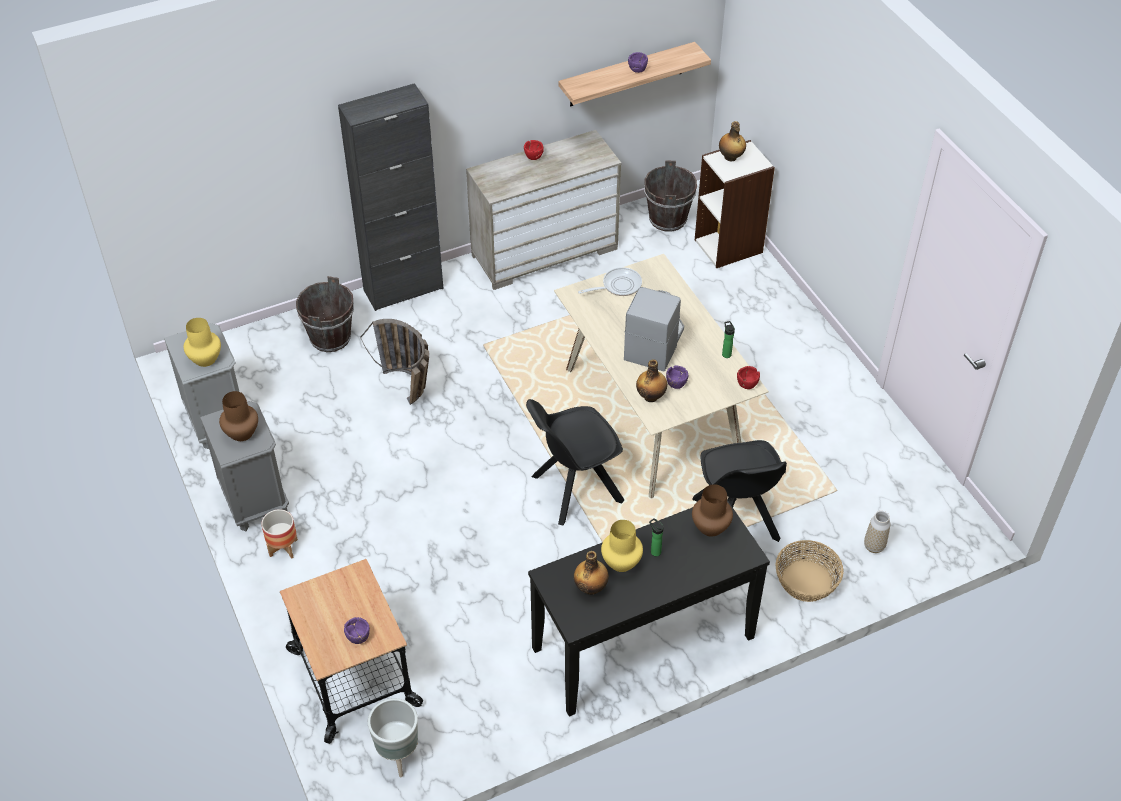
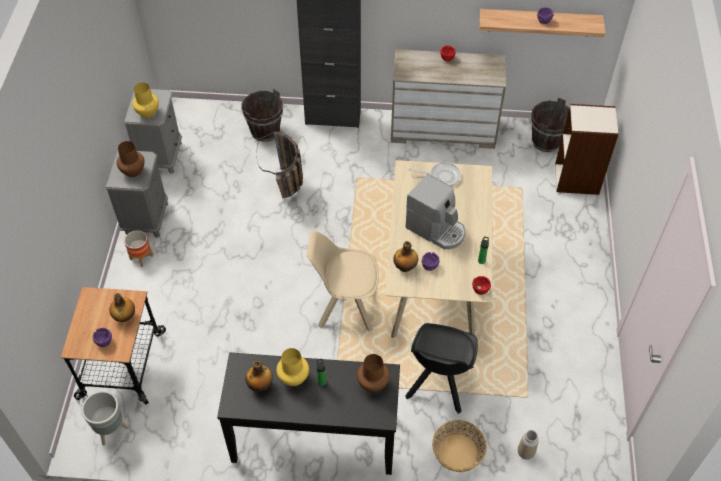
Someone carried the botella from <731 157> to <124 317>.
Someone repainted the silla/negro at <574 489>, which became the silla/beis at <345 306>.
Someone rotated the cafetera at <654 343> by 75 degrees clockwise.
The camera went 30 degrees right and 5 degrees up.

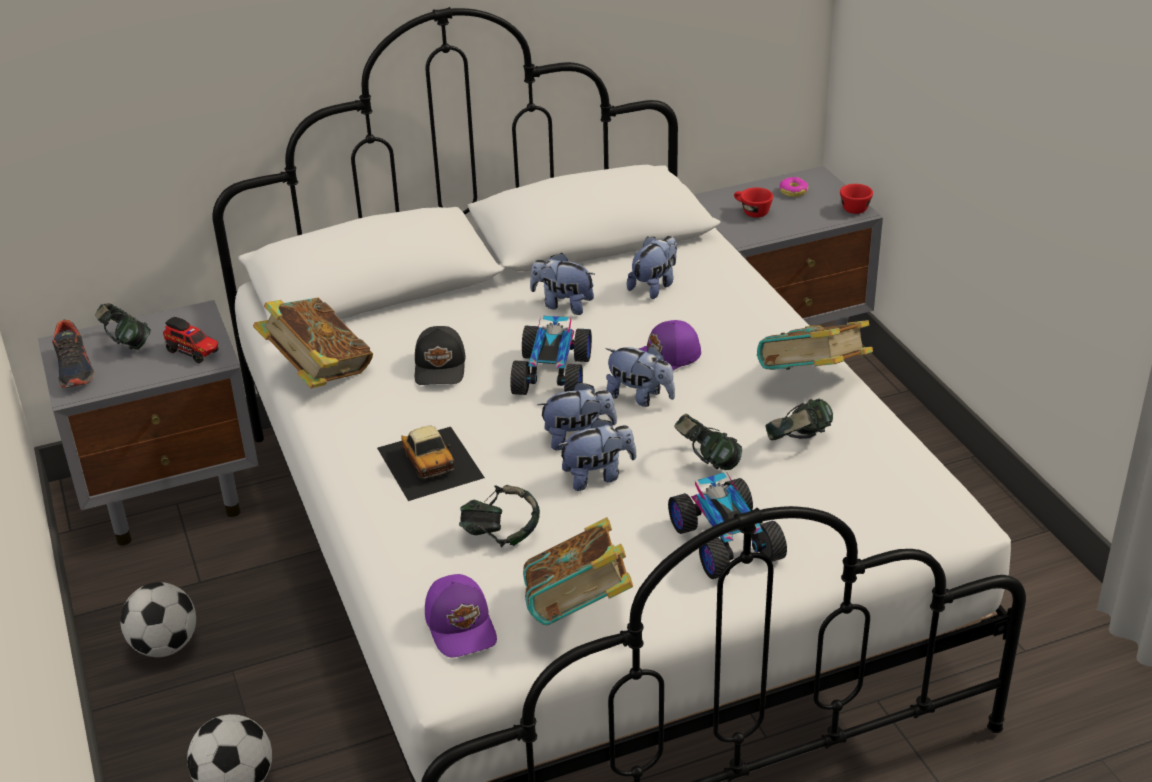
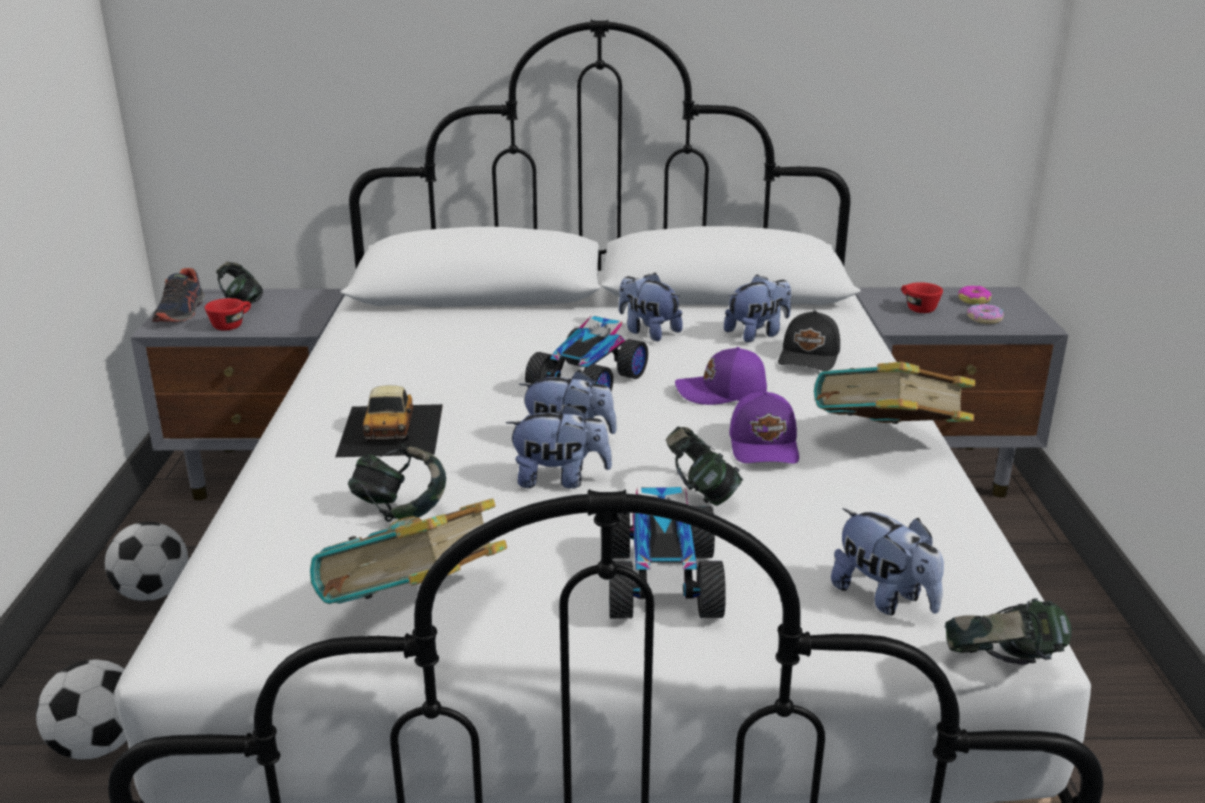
Someone carried the taza/rojo from <854 207> to <232 325>.
Someone carried the gorra/morado from <462 626> to <765 445>.
Someone carried the gorra/negro from <441 367> to <810 357>.
Someone carried the peluche from <640 397> to <884 598>.
Someone carried the auriculares from <798 442> to <1001 666>.
Someone put down the rosquilla at <984 319>.
Someone took away the camión de juguete at <194 352>.
Someone took away the libro at <318 373>.
The camera went 20 degrees right and 10 degrees down.

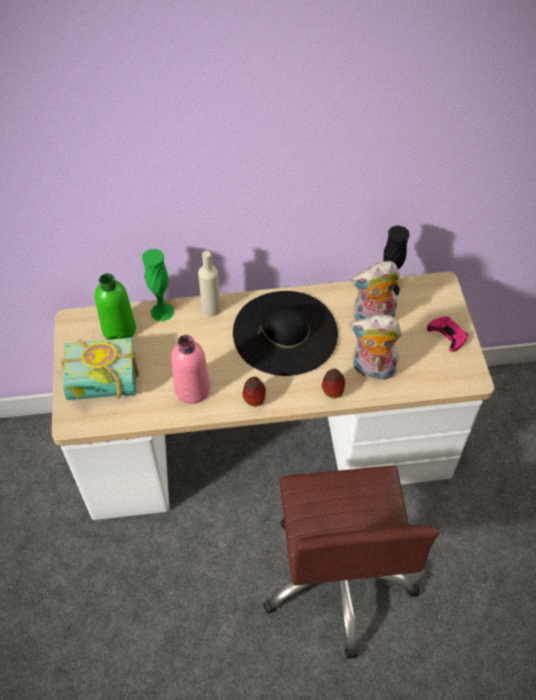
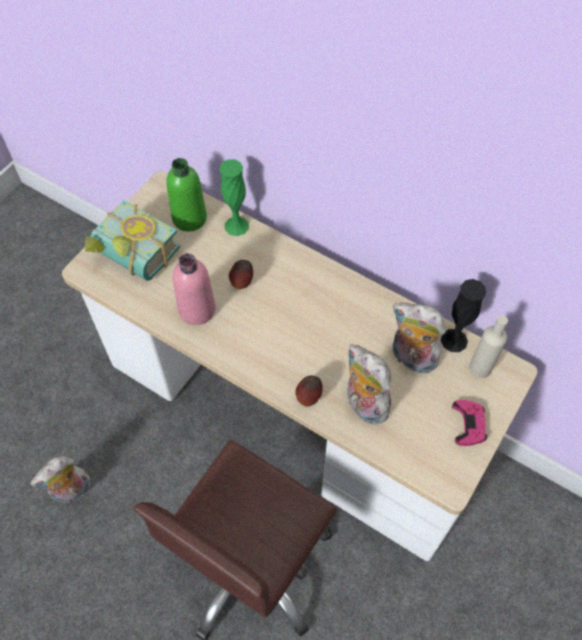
Someone put down the peluche at <71 491>.
Someone carried the manzana from <254 399> to <242 282>.
Someone carried the botella/beis from <211 309> to <480 368>.
Someone took away the sombrero/negro at <285 332>.
The camera went 40 degrees right and 5 degrees up.

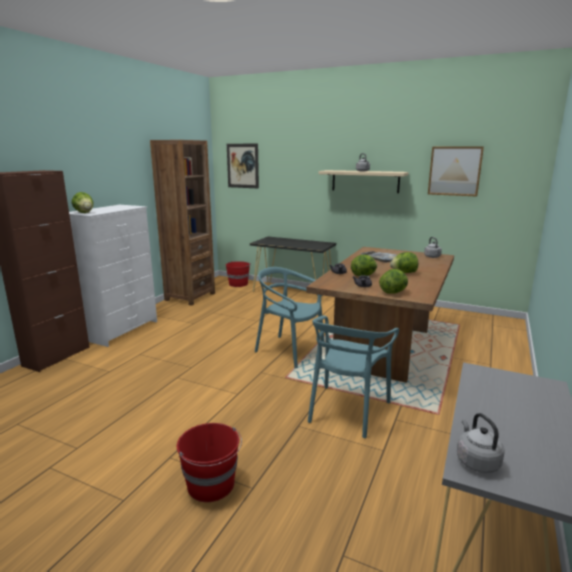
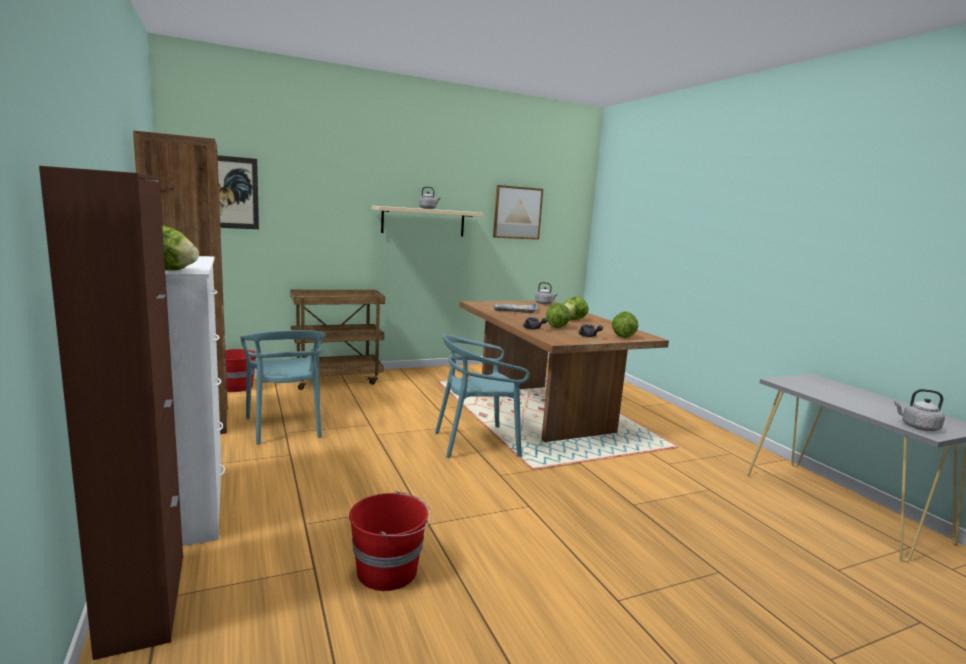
Someone carried the silla/turquesa from <347 410> to <286 426>.
Someone swapped the mesa consola/negro at <293 292> for the carrito/marrón at <337 380>.
Someone carried the cubo/rojo from <211 484> to <388 571>.
The camera went 50 degrees left and 5 degrees down.

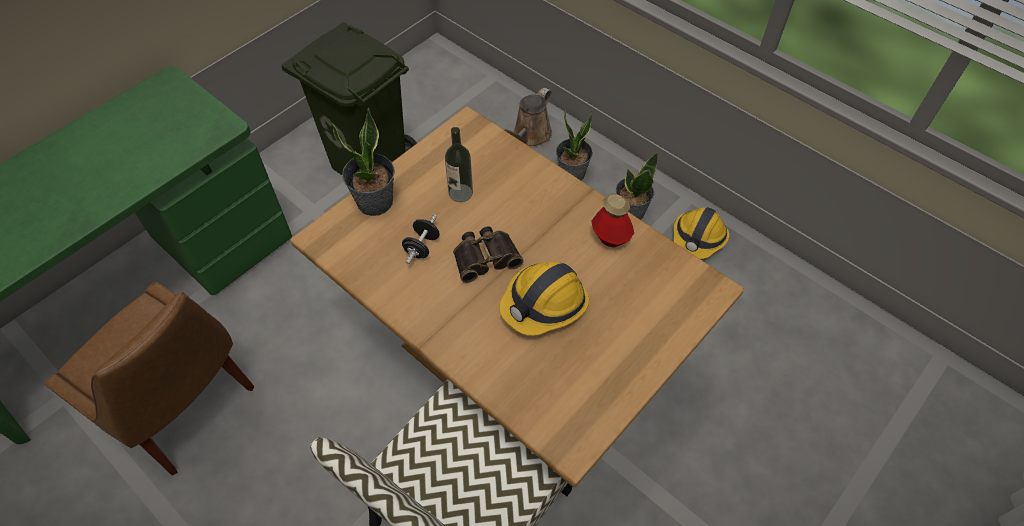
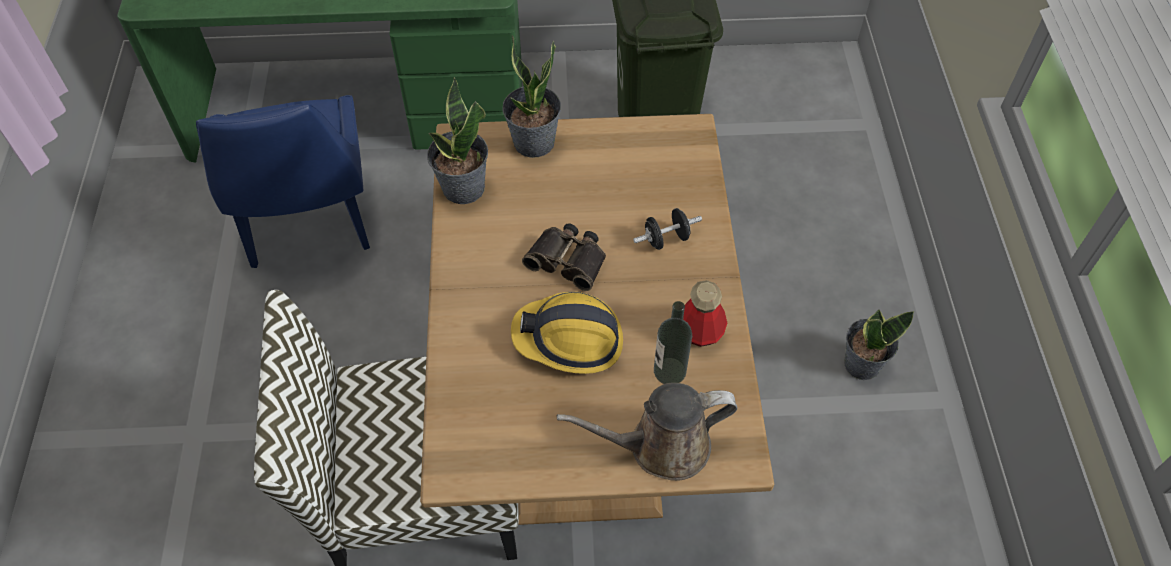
Someone repainted the silla/marrón at <185 408>, which became the silla/azul at <308 223>.
Someone carried the planta en maceta from <572 174> to <463 188>.
Someone carried the regadera/marrón from <530 136> to <661 446>.
Someone carried the mancuerna/negro from <422 247> to <666 239>.
Someone carried the botella from <460 193> to <669 371>.
Someone took away the casco at <698 238>.
The camera went 45 degrees right and 0 degrees up.

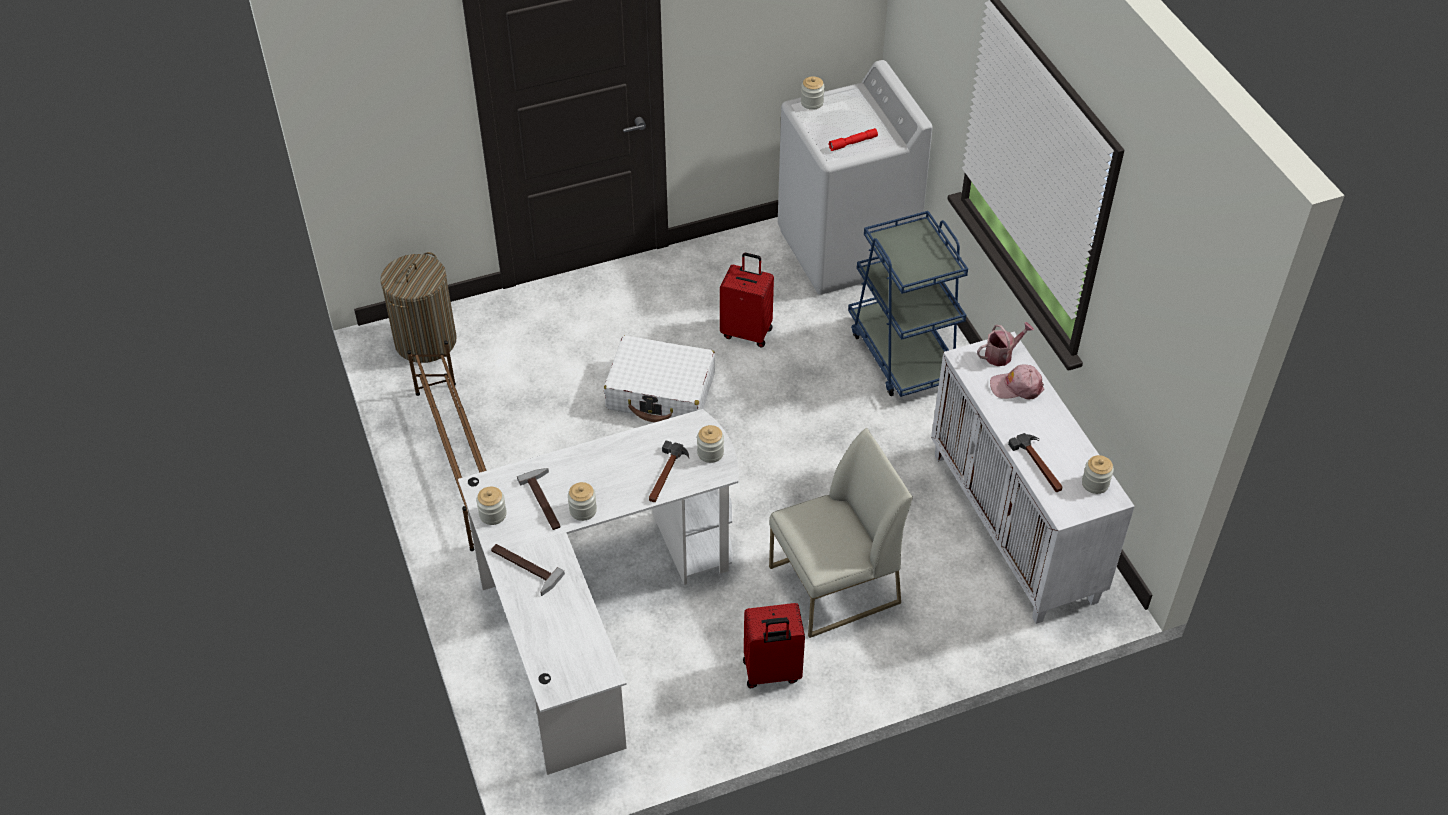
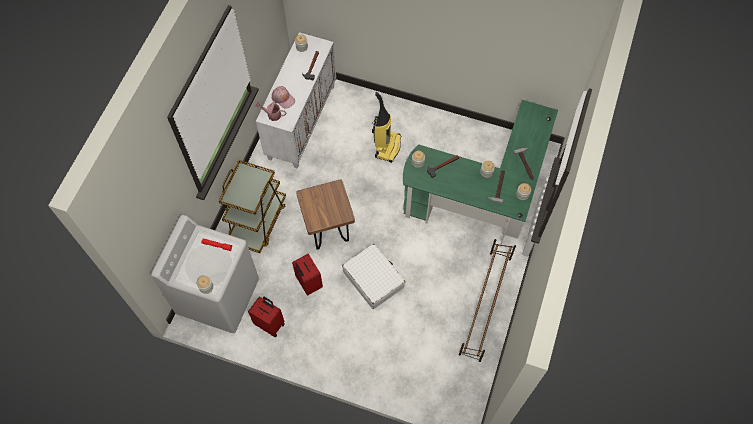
Someone repainted the carrito/azul at <903 354>, which became the carrito/marrón at <257 221>.
Someone carried the maleta/rojo from <771 673> to <270 323>.
Someone put down the taburete/marrón at <328 232>.
Someone swapped the silla/blanco at <834 586> for the aspiradora at <387 146>.
Someone repainted the escritorio/blanco at <594 611>, which became the escritorio/verde at <482 198>.
Someone took away the cesto de la ropa at <425 341>.
The camera went 140 degrees left and 15 degrees up.

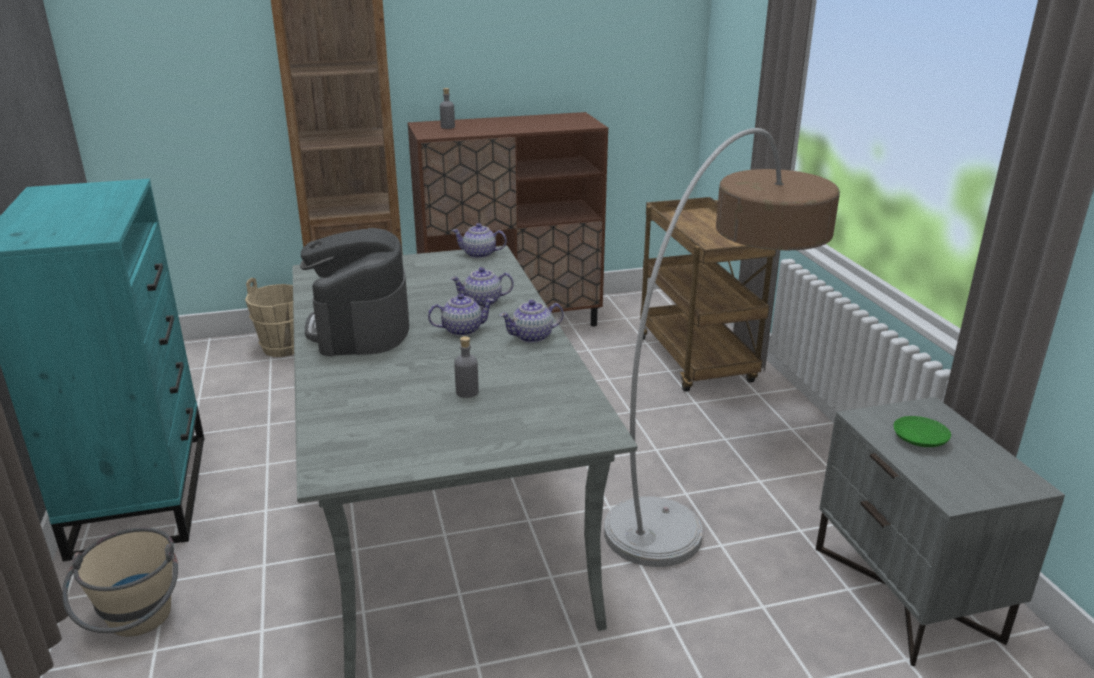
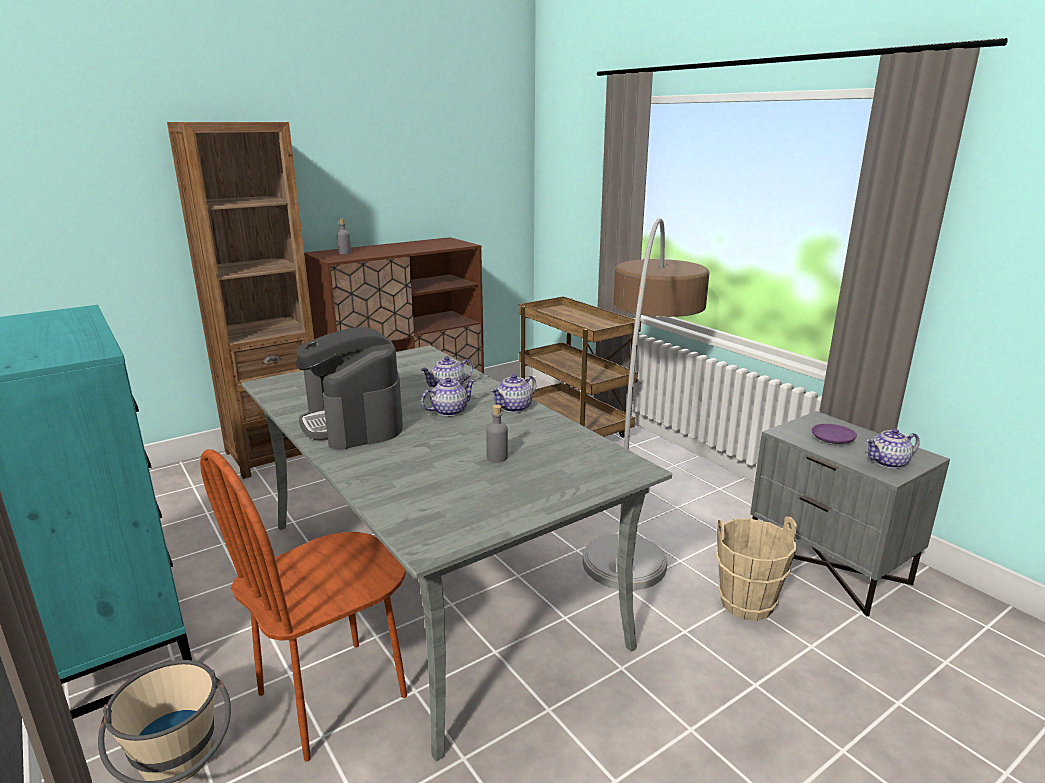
Someone put down the silla/marrón at <333 695>.
Someone carried the cubo/beis from <282 348> to <747 604>.
Someone repainted the plato/verde at <919 439>, which became the plato/morado at <831 440>.
Someone carried the tetera from <480 254> to <889 463>.
The camera went 20 degrees left and 5 degrees down.

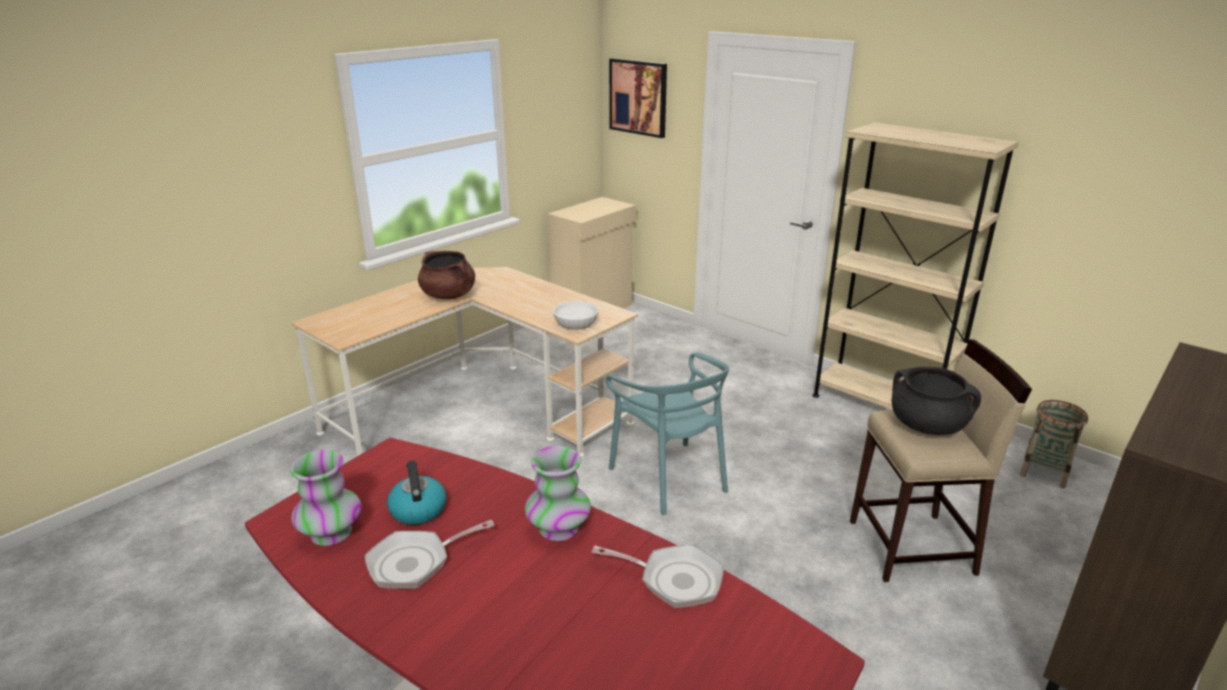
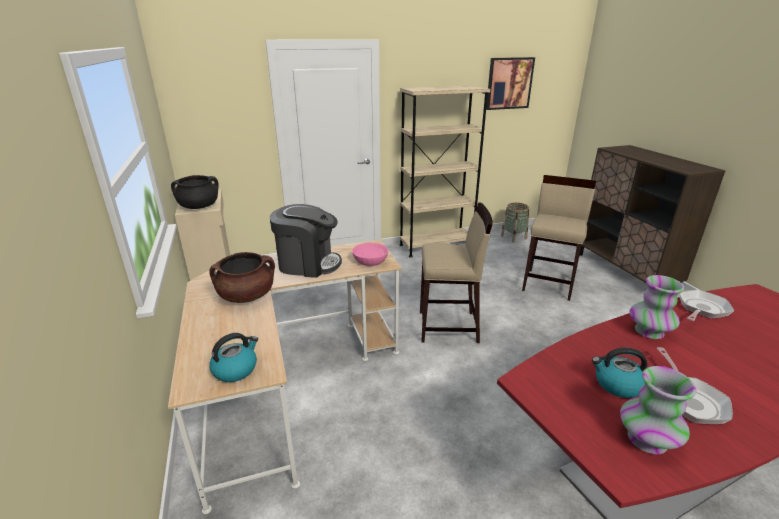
Someone carried the olla/negro from <927 426> to <199 207>.
Someone put down the hervidor at <235 369>.
Someone put down the cafetera at <308 264>.
Someone repainted the cuenco/blanco at <576 323>, which became the cuenco/rosa at <370 260>.
Someone swapped the silla/turquesa at <669 477> for the taburete/beis at <448 327>.
Someone carried the cuadro from <638 97> to <509 83>.
The camera went 60 degrees left and 0 degrees up.

